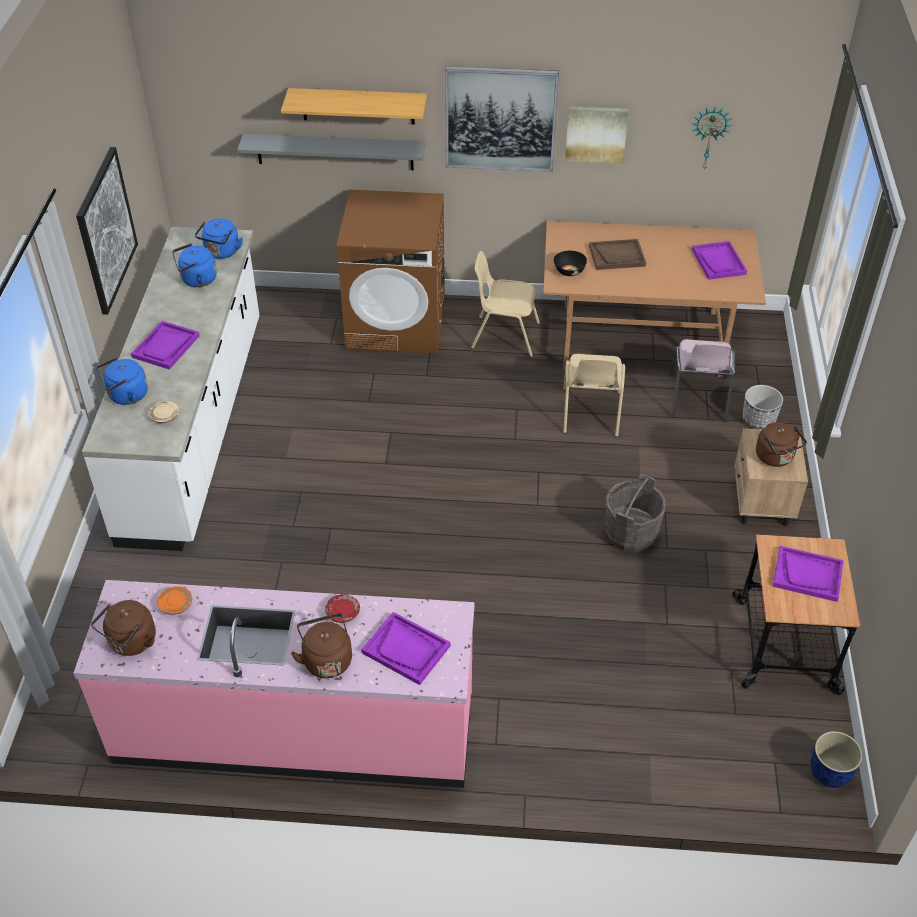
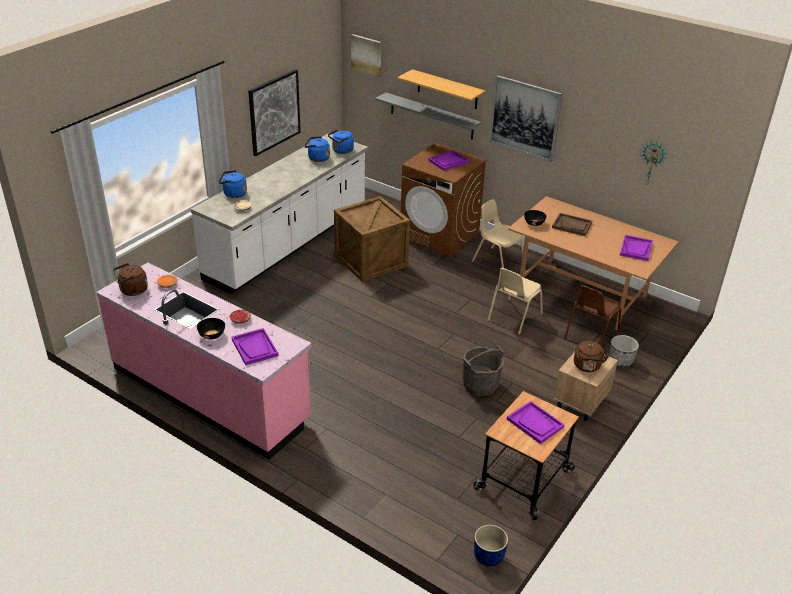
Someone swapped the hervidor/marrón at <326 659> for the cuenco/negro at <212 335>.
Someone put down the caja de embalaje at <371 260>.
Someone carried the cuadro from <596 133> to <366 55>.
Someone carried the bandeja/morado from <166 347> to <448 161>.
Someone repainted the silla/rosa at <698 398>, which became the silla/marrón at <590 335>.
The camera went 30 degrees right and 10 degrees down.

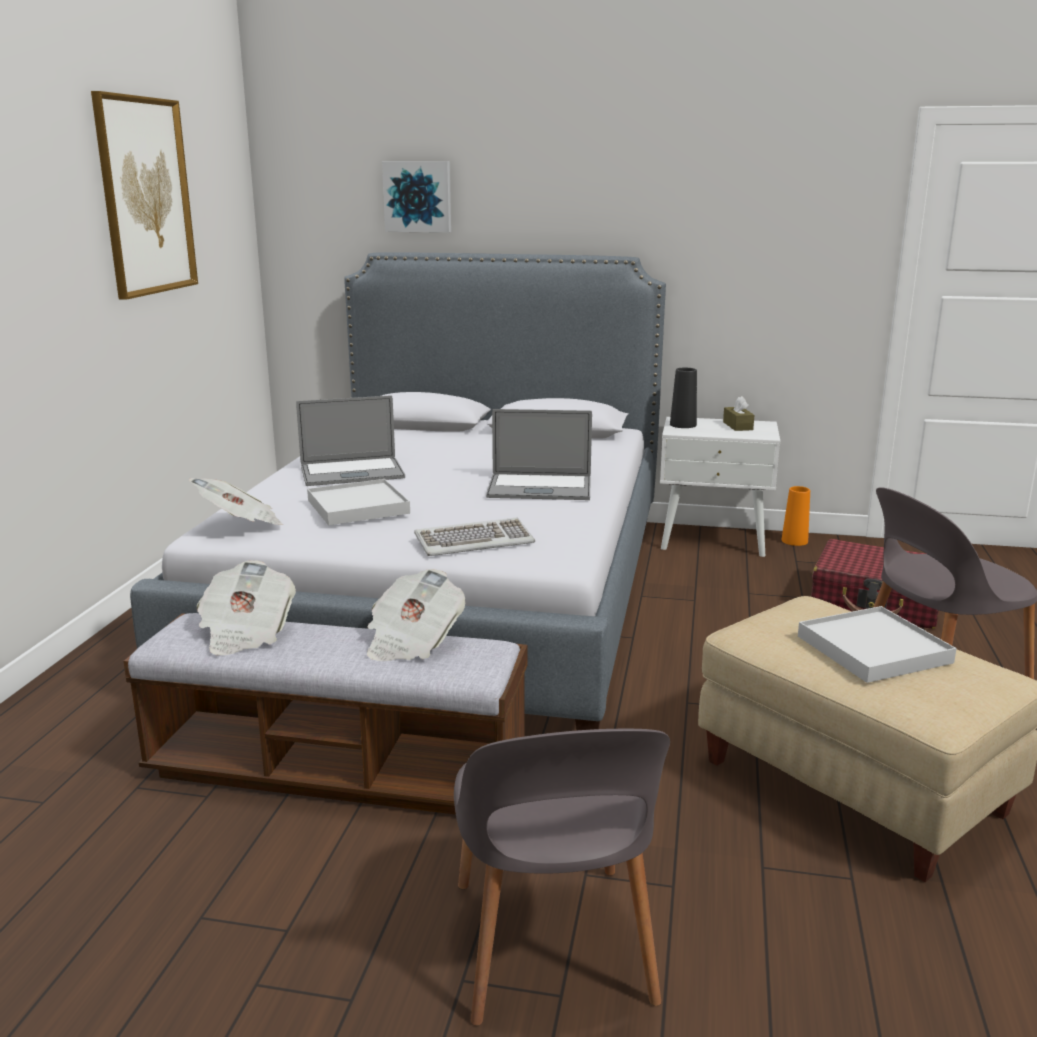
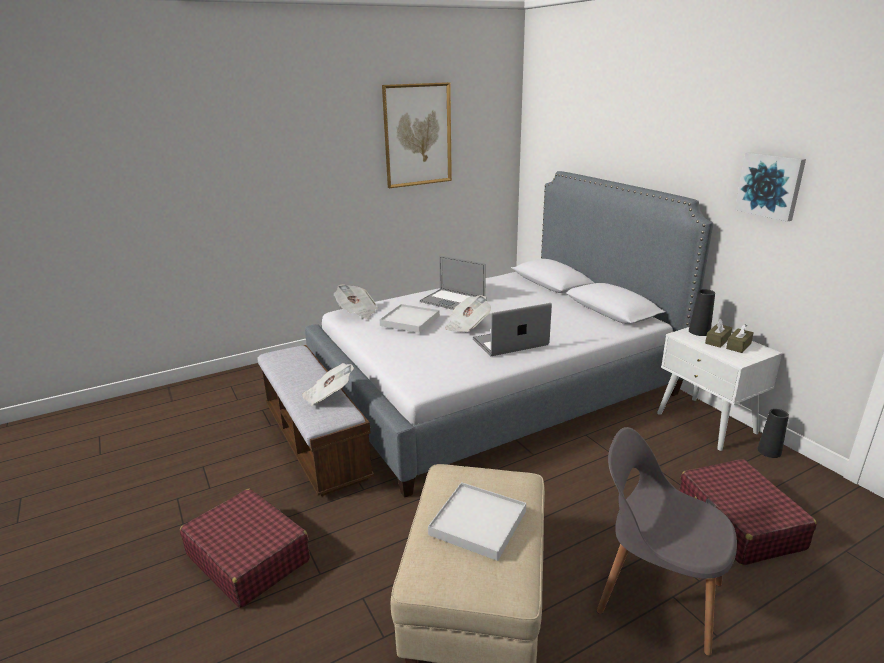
Someone swapped the silla/gris at <551 946> for the maleta/rojo at <248 557>.
Someone carried the periódico from <246 633> to <467 325>.
Someone rotated the portátil at <539 488> by 105 degrees clockwise.
Someone put down the caja de pañuelos/marrón at <717 341>.
Someone carried the cuadro from <418 196> to <770 185>.
Someone repainted the florero/naranja at <794 541>, which became the florero/negro at <769 451>.
Someone took away the teclado at <474 541>.
The camera went 50 degrees right and 5 degrees up.

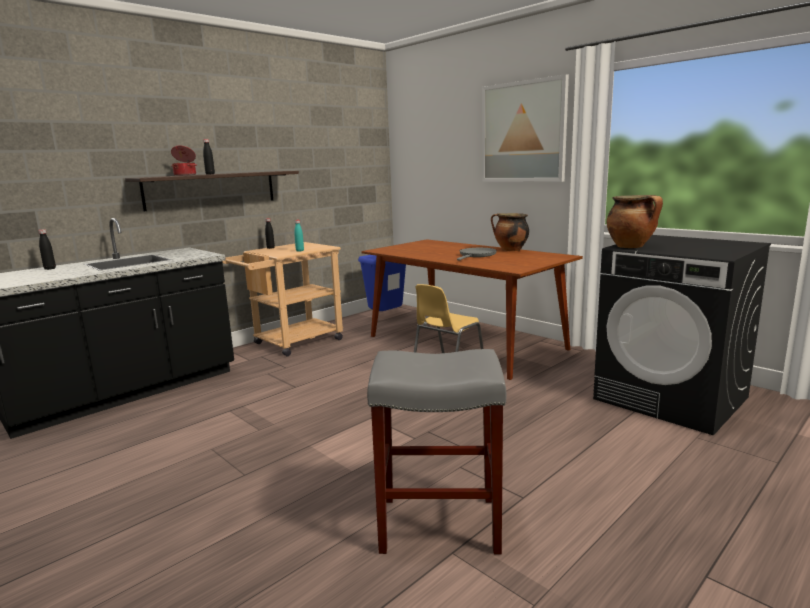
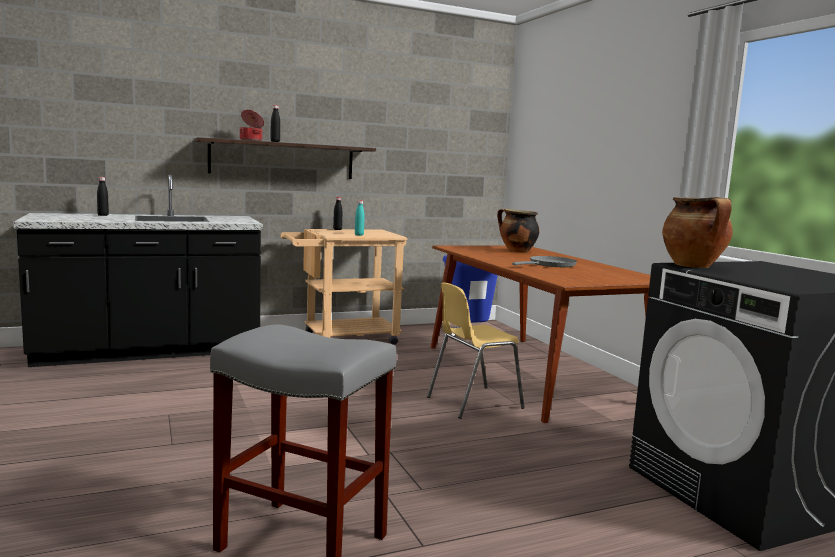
Someone carried the olla from <510 250> to <516 251>.
Someone took away the cuadro at <523 132>.
The camera went 20 degrees right and 5 degrees down.

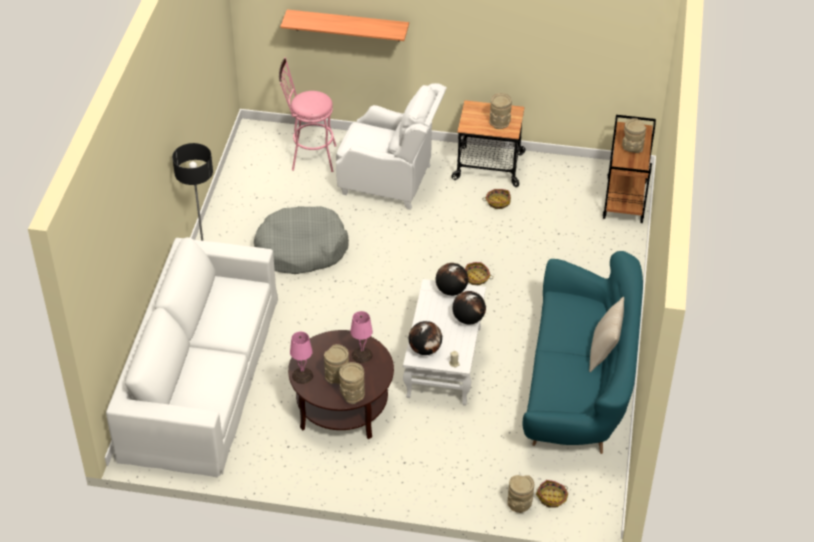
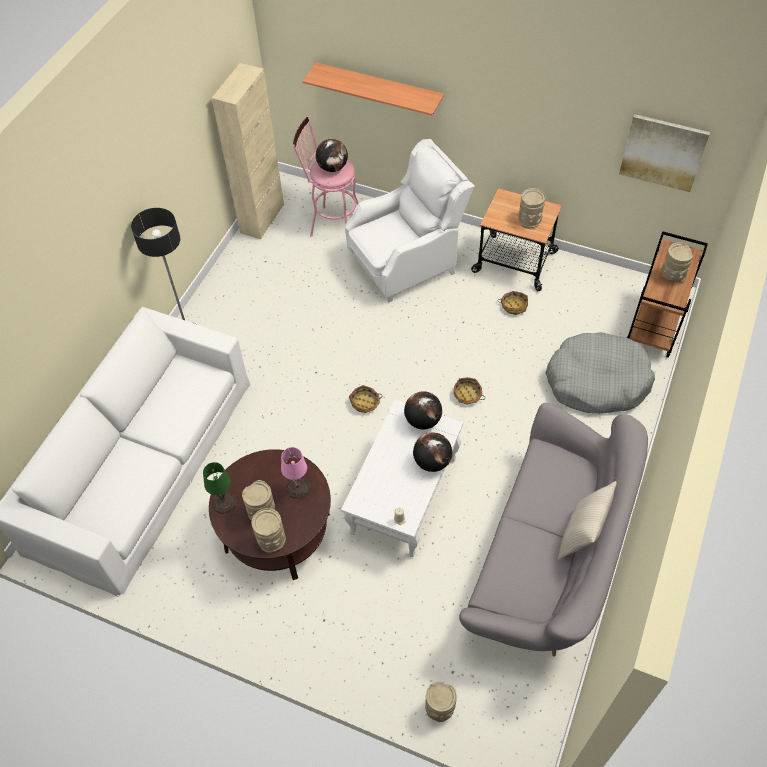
Someone repainted the lámpara de mesa/rosa at <302 376>, which became the lámpara de mesa/verde at <224 503>.
Someone put down the armario/beis at <262 218>.
Someone carried the globo terráqueo from <425 349> to <333 168>.
Someone rotated the sillón/blanco at <389 180> by 60 degrees counterclockwise.
Someone carried the cesta from <552 498> to <365 403>.
Someone repainted the sofá/turquesa at <579 387>, which became the sofá/gris at <548 558>.
Someone carried the cama para perro/gris from <301 249> to <596 381>.
Someone put up the cuadro at <663 152>.
The camera went 15 degrees right and 10 degrees up.

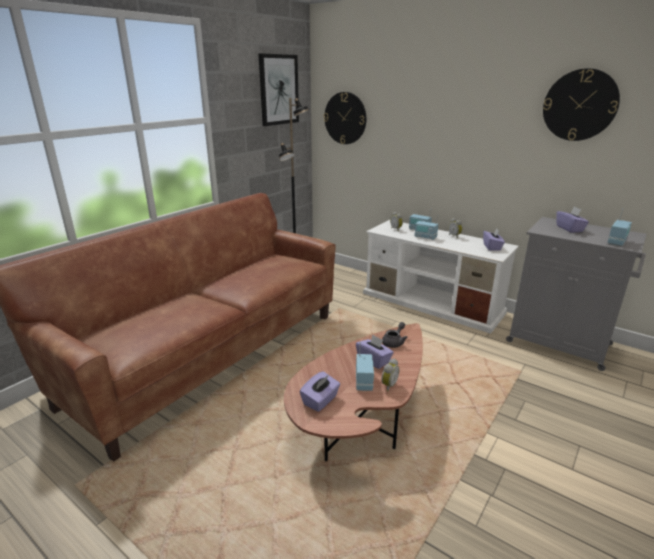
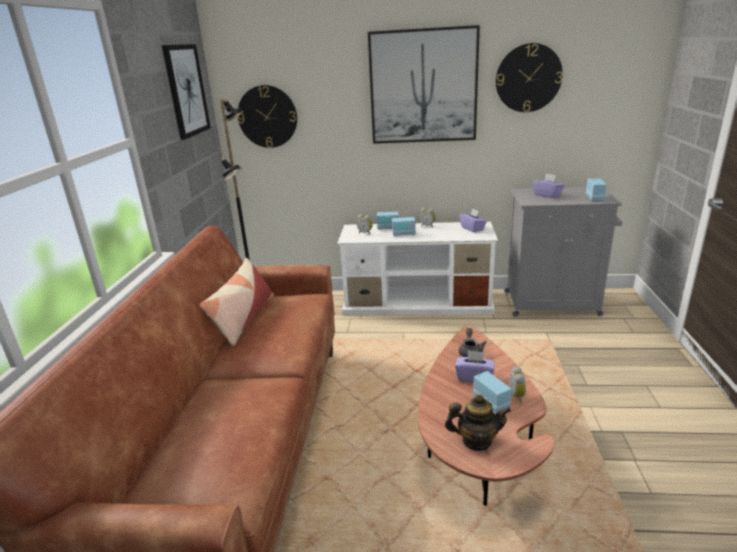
Someone put down the cojín at <243 319>.
Someone put up the cuadro at <423 87>.
Someone swapped the caja de pañuelos/morado at <320 400> for the tetera at <476 441>.
The camera went 30 degrees left and 0 degrees up.

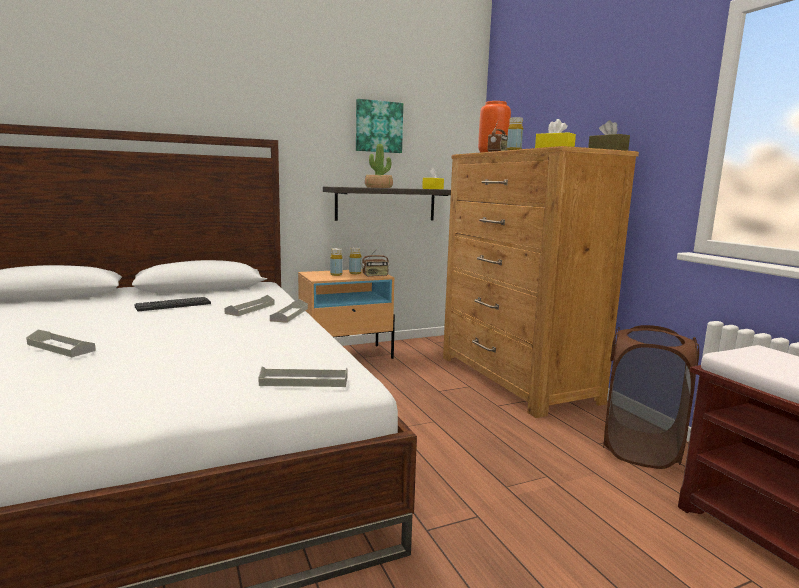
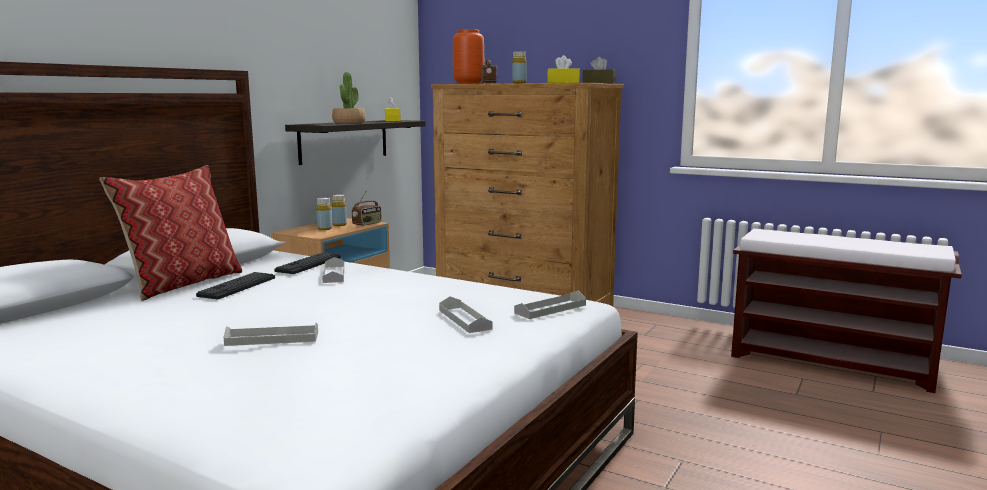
Someone put down the cojín at <182 283>.
Someone put down the teclado at <309 264>.
Someone carried the bandeja/gris from <289 314> to <464 319>.
Someone took away the cuadro at <378 127>.
Someone took away the cesto de la ropa/marrón at <640 448>.
The camera went 35 degrees left and 0 degrees up.

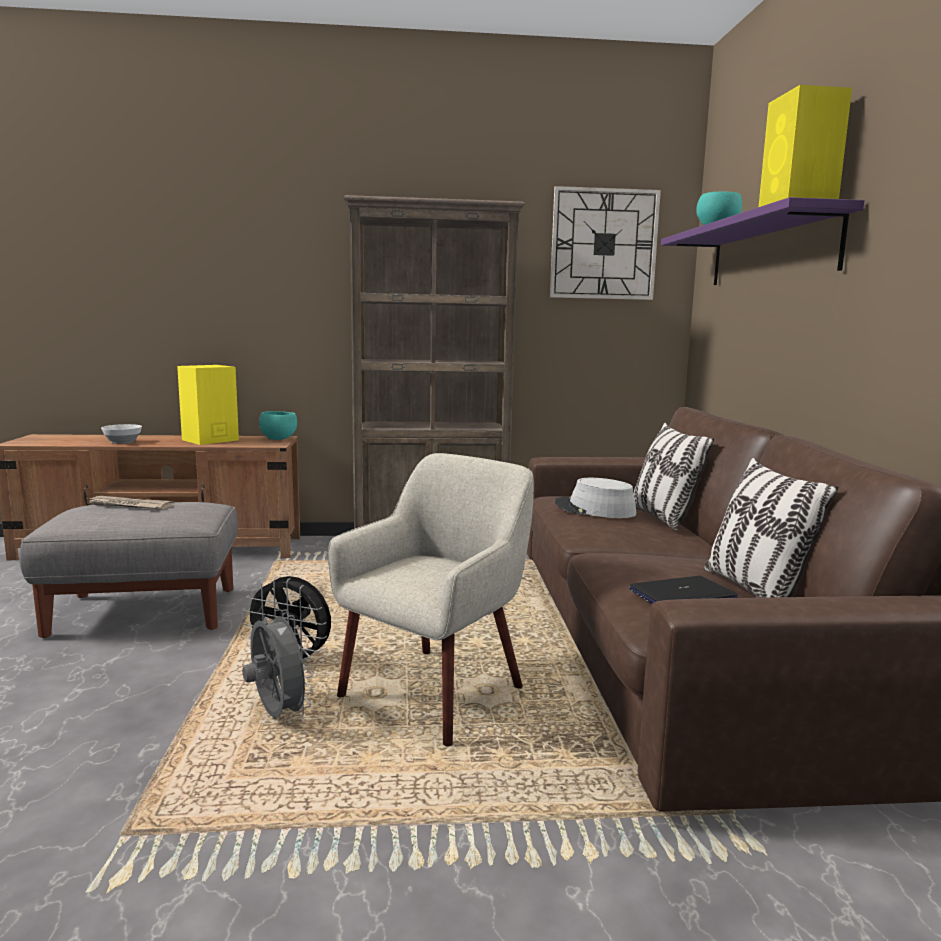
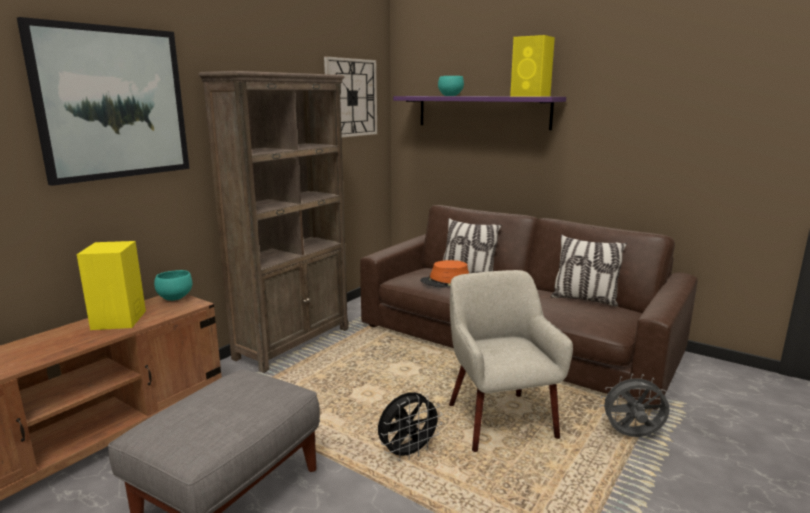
Someone put up the cuadro at <113 103>.
Someone repainted the sombrero/gris at <594 509>, which became the sombrero/naranja at <445 281>.
Someone carried the ventilador/gris from <277 715> to <632 436>.
Someone took away the periódico at <129 505>.
Someone took away the cuenco at <122 442>.
Someone took away the portátil at <682 595>.
The camera went 50 degrees left and 5 degrees up.

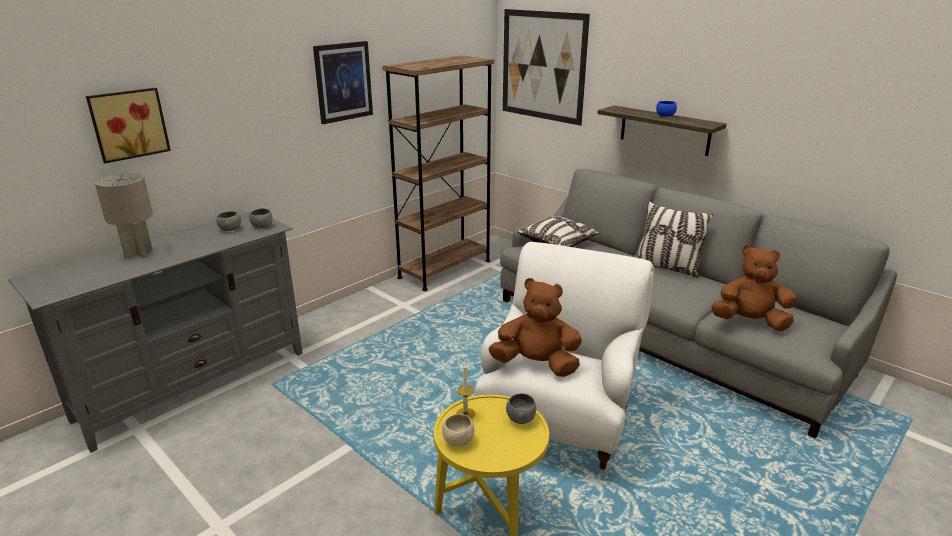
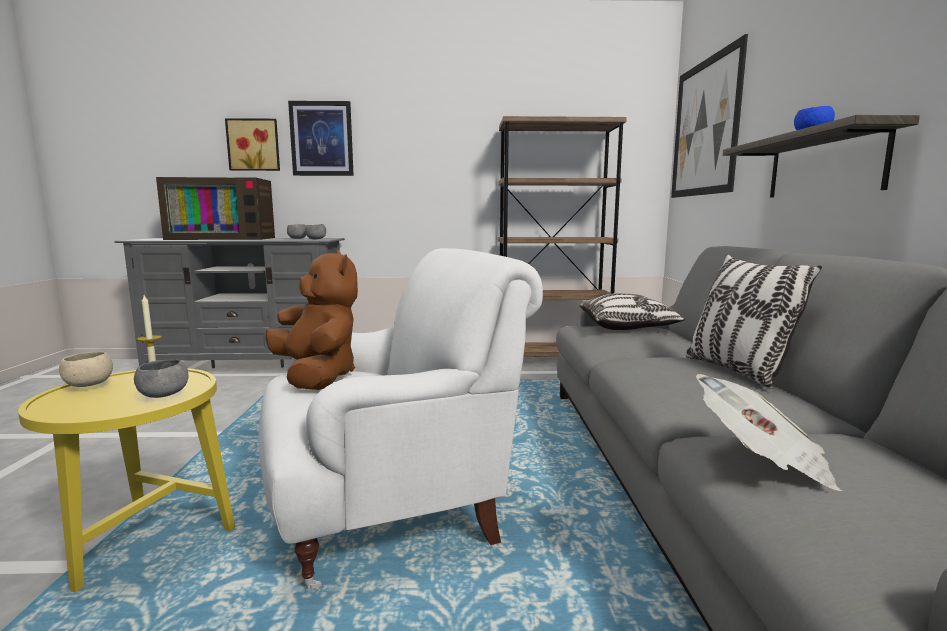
Someone swapped the lámpara de mesa/gris at <139 253> for the televisor at <224 238>.
Someone carried the cuadro from <343 82> to <321 139>.
Someone swapped the peluche/marrón at <749 322> for the periódico at <763 461>.
The camera went 45 degrees right and 15 degrees down.

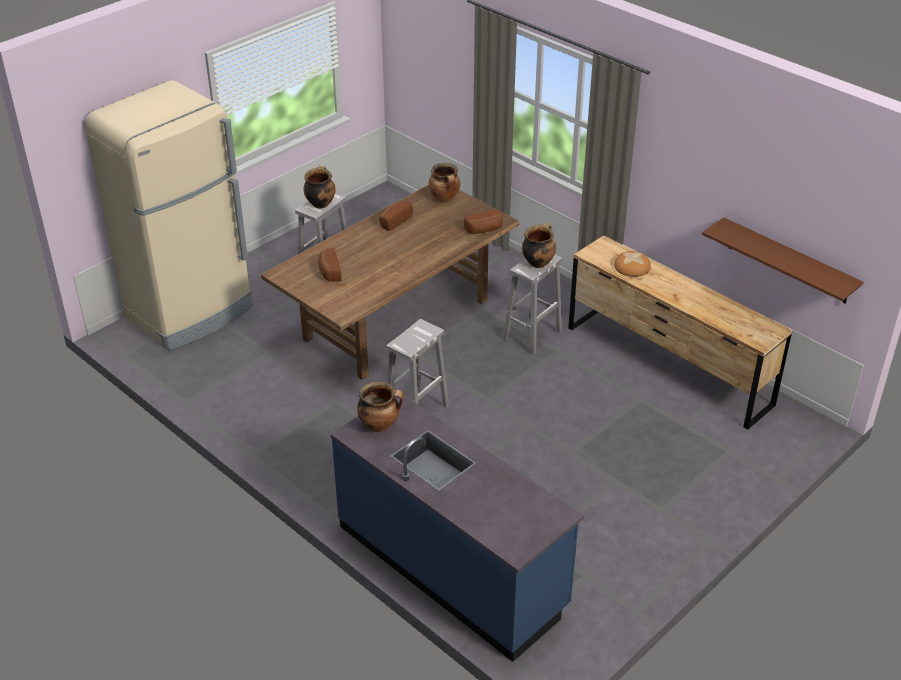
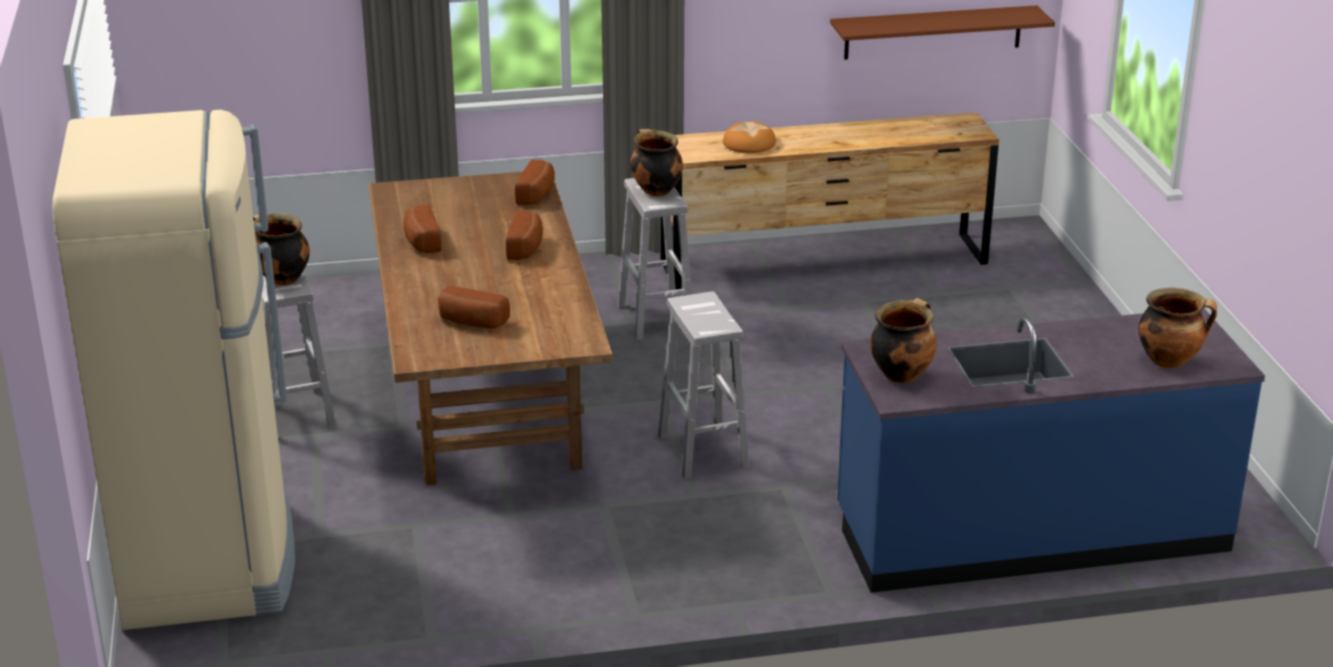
Someone put down the pan at <526 247>.
Someone carried the olla from <445 199> to <1170 360>.
The camera went 55 degrees left and 10 degrees down.

